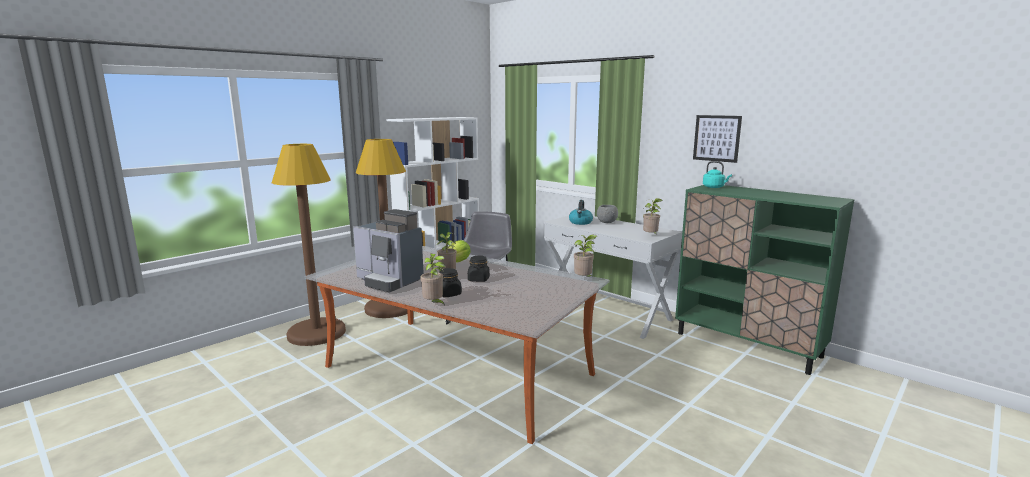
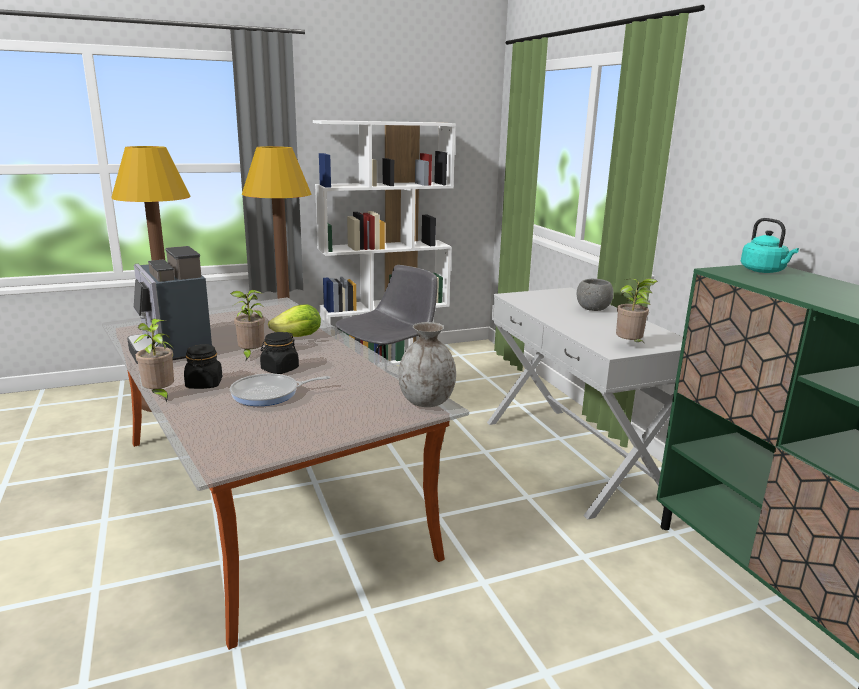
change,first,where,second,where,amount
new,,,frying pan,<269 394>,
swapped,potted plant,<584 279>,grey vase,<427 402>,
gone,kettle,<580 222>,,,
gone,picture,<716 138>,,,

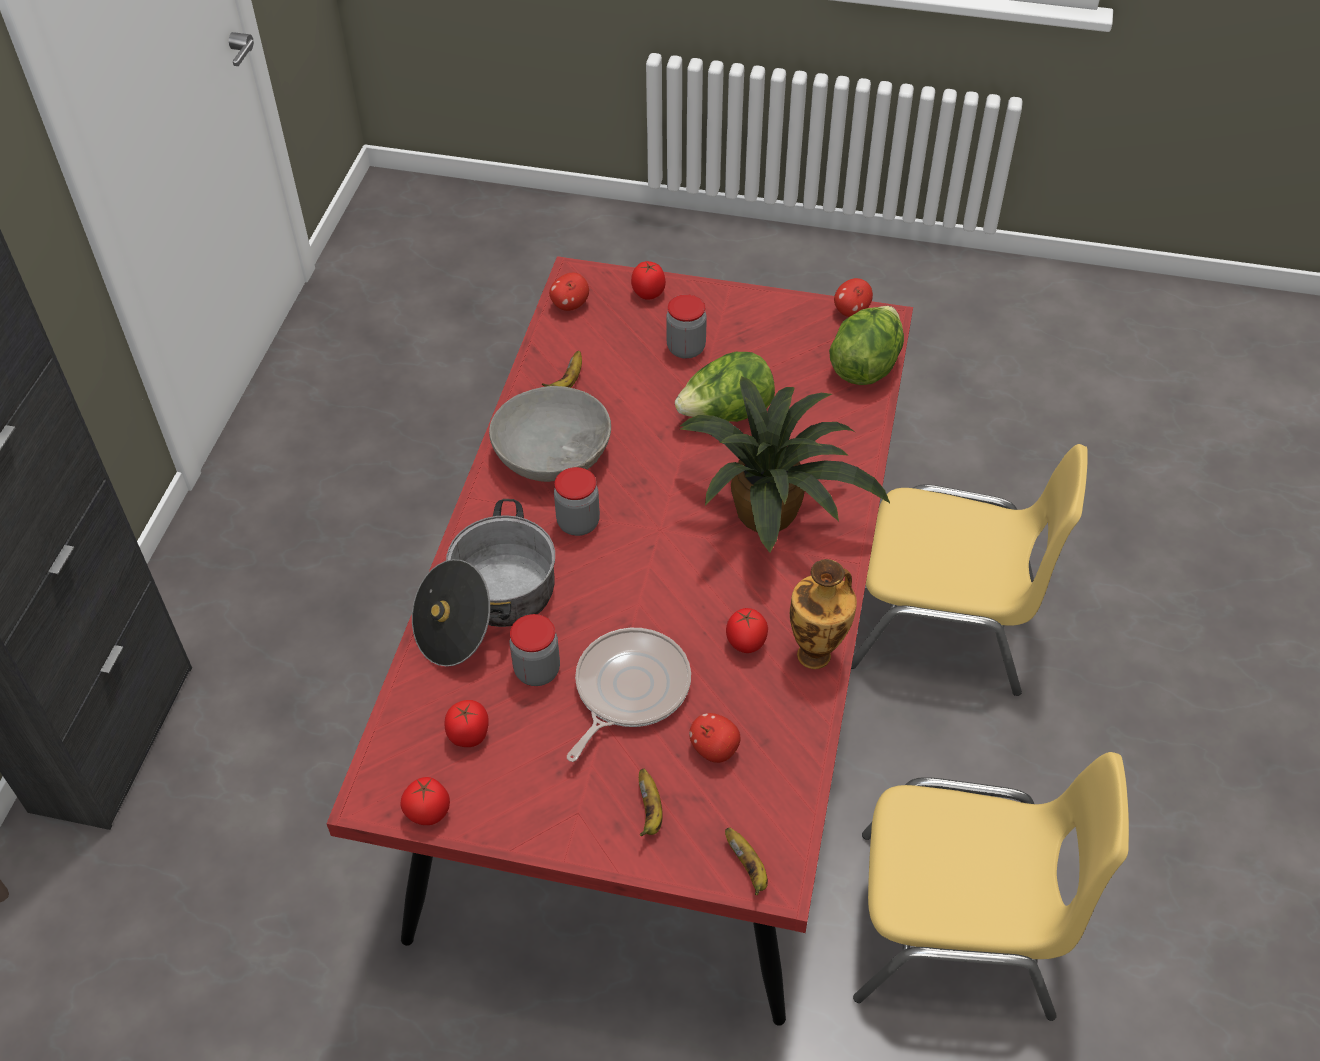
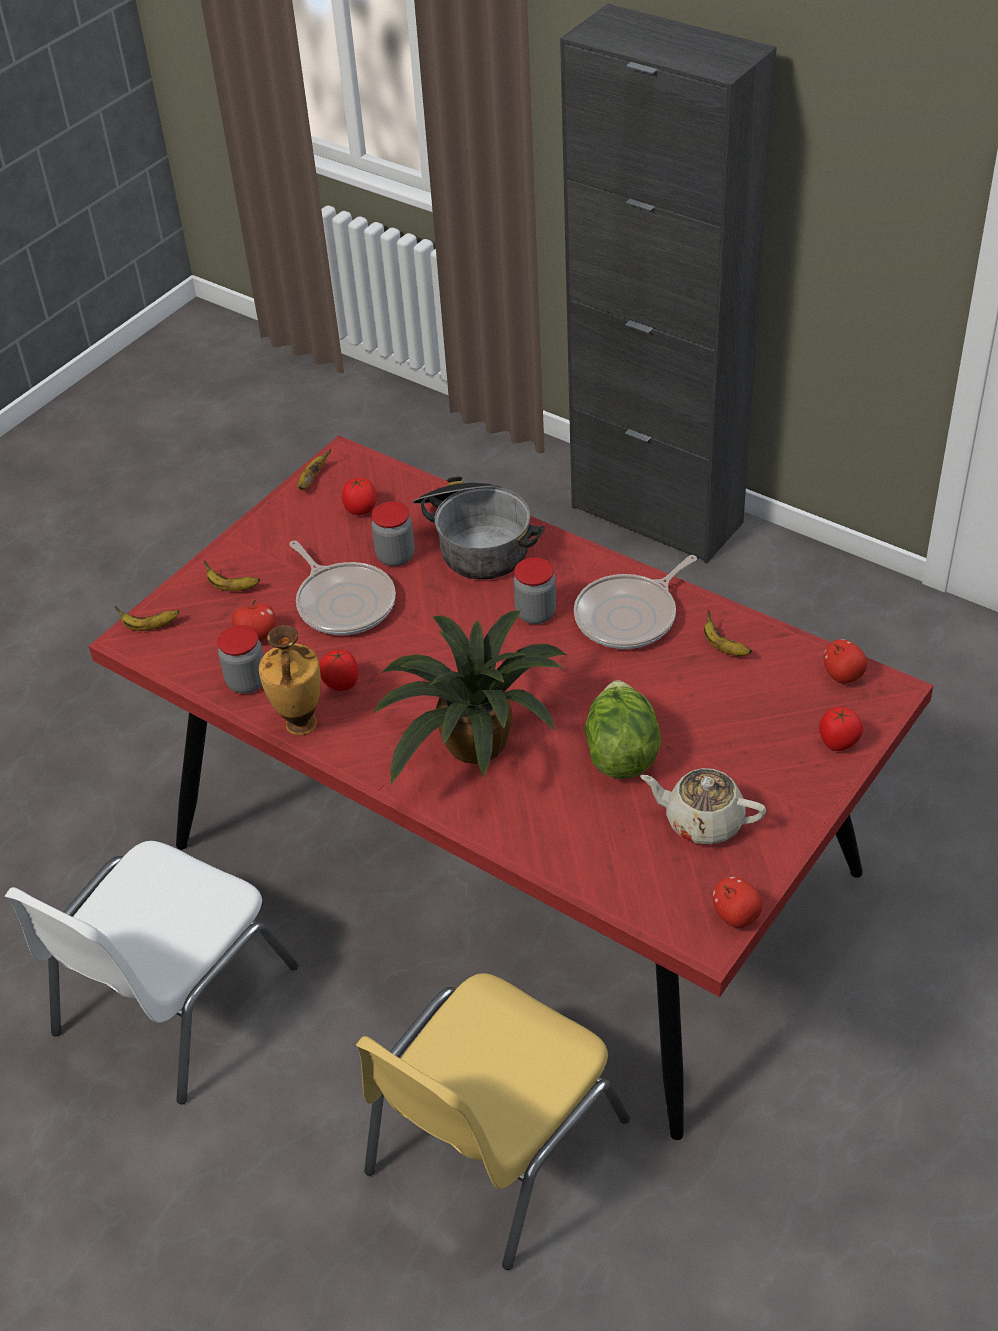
change,first,where,second,where,amount
repainted,yellow chair,<959 927>,white chair,<170 1001>,
shifted,jar,<686 348>,,<247 682>,
swapped,tomato,<428 813>,banana,<311 480>,
swapped,grey bowl,<553 453>,frying pan,<630 616>,
new,,,beige teapot,<702 821>,
gone,lettuce,<865 366>,,,

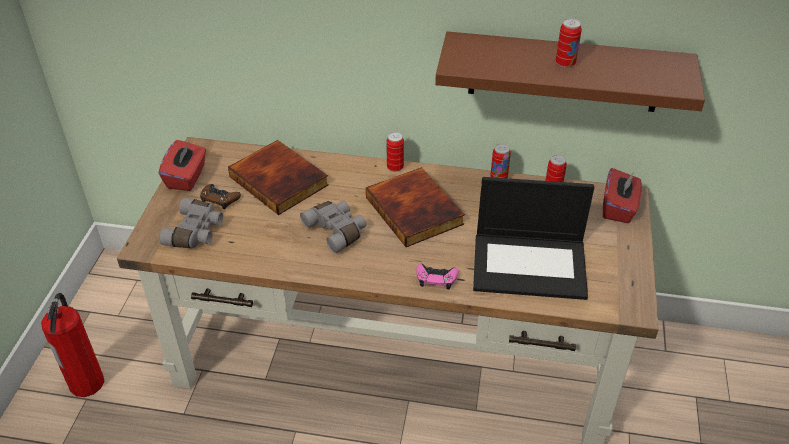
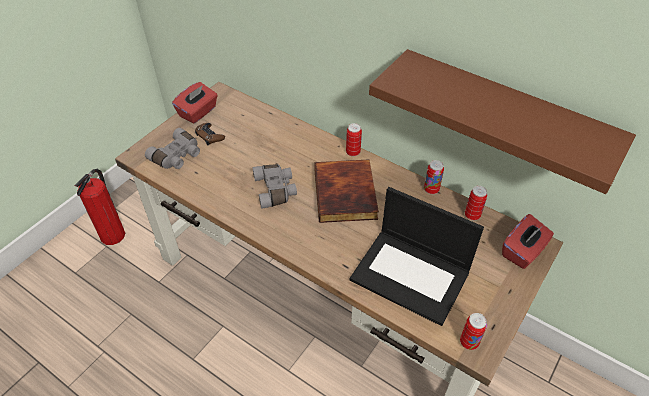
change,first,where,second,where,amount
shifted,can,<565 64>,,<469 342>,
gone,book,<280 180>,,,
gone,pink game controller,<436 278>,,,

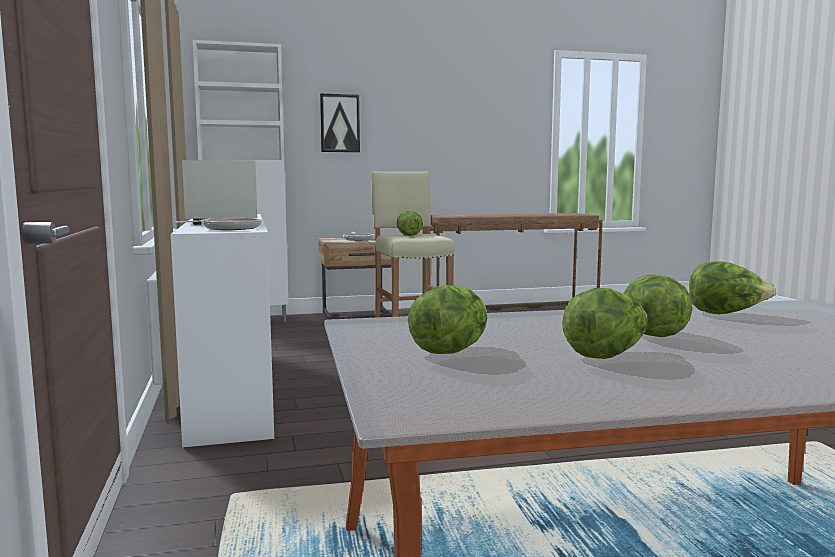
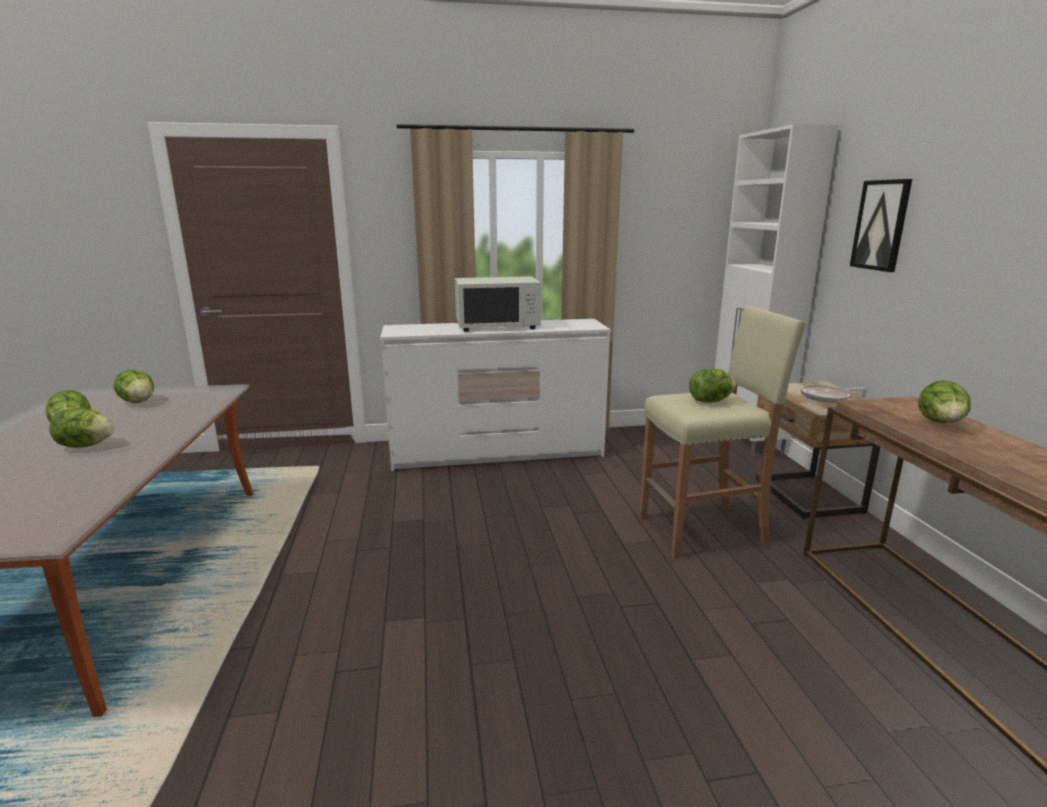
change,first,where,second,where,amount
shifted,lettuce,<726 314>,,<941 424>,
gone,frying pan,<228 229>,,,

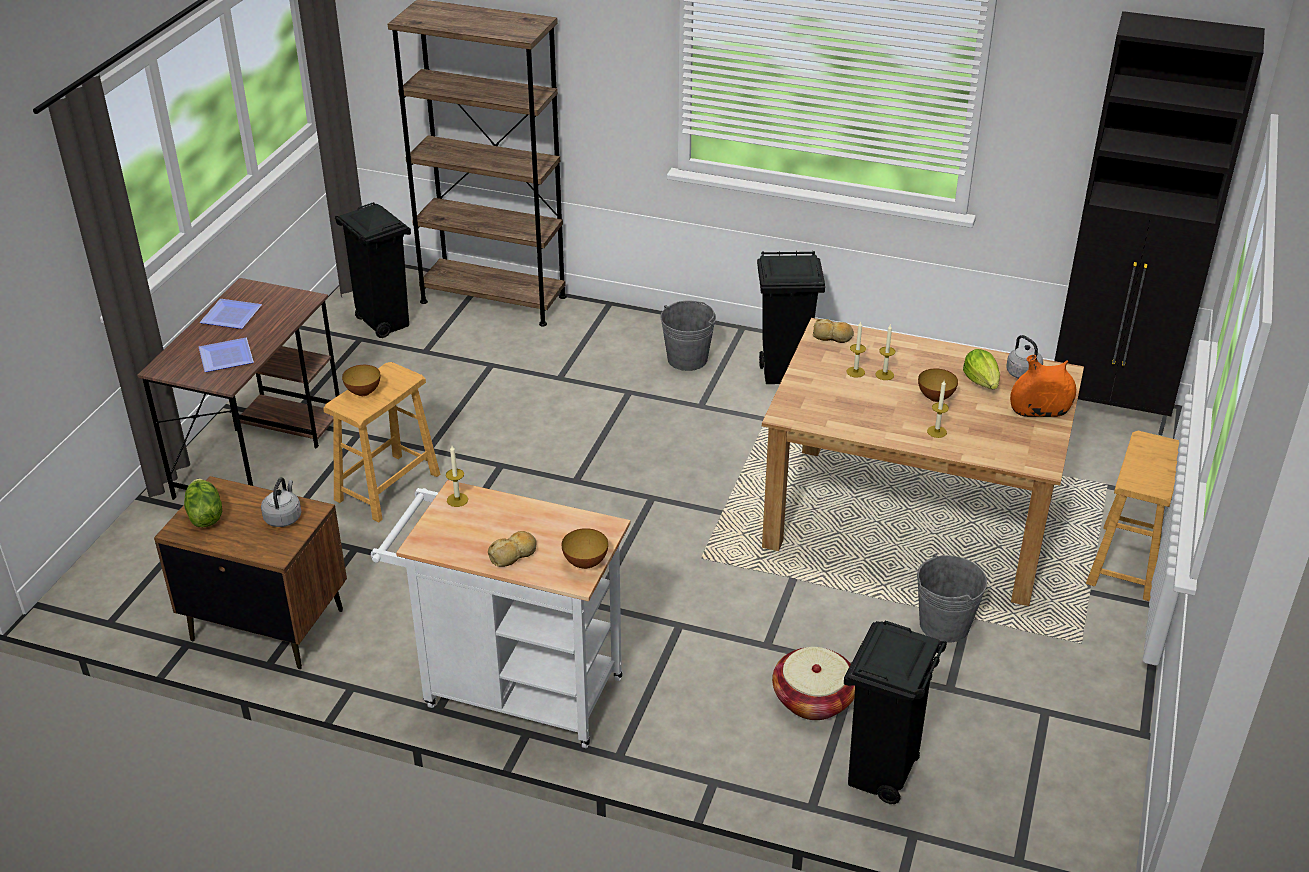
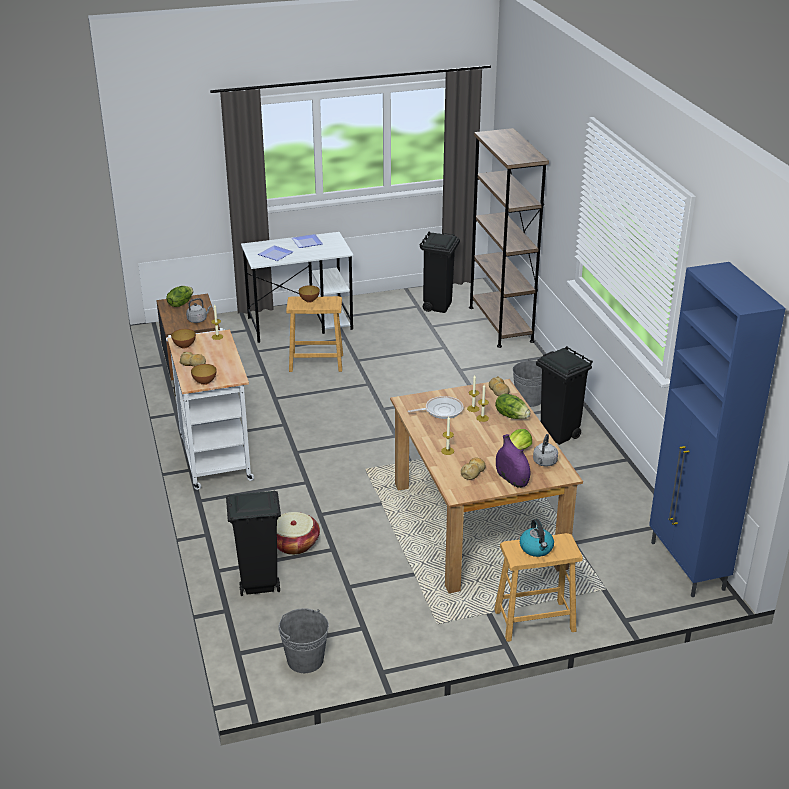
change,first,where,second,where,amount
shifted,bowl,<935 397>,,<184 346>,
repainted,brown desk,<261 455>,white desk,<301 323>,
shifted,grey bucket,<944 625>,,<305 660>,
new,,,frying pan,<441 410>,
new,,,bread,<473 472>,
new,,,lettuce,<511 416>,
repainted,orange vase,<1040 411>,purple vase,<512 479>,
new,,,kettle,<536 548>,
repainted,black cabinet,<1108 412>,blue cabinet,<687 566>,

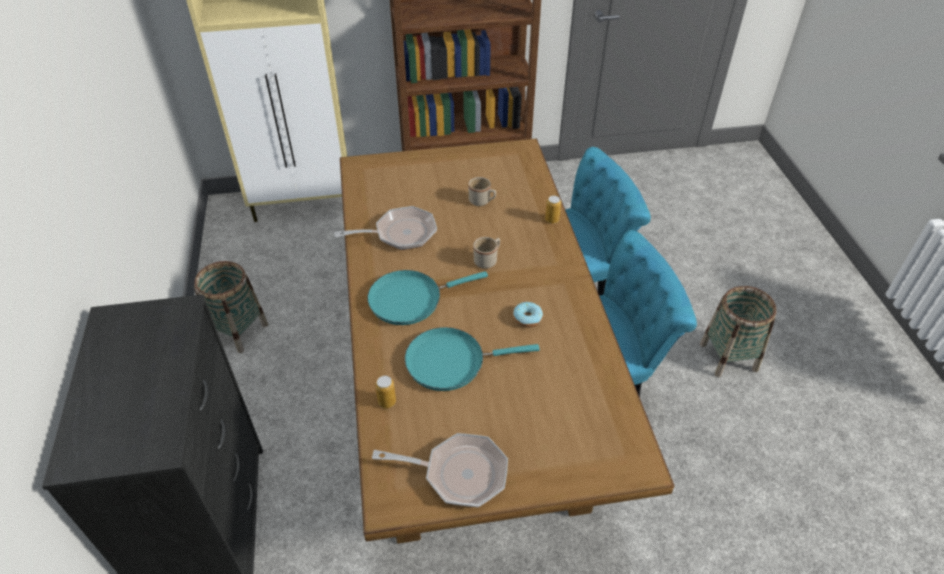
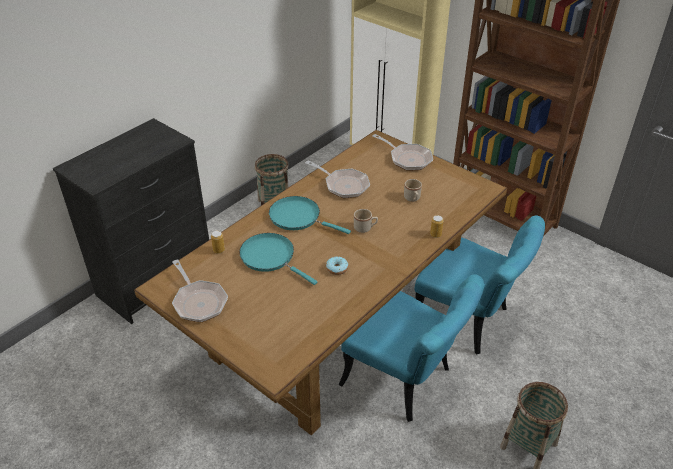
change,first,where,second,where,amount
new,,,frying pan,<407 158>,

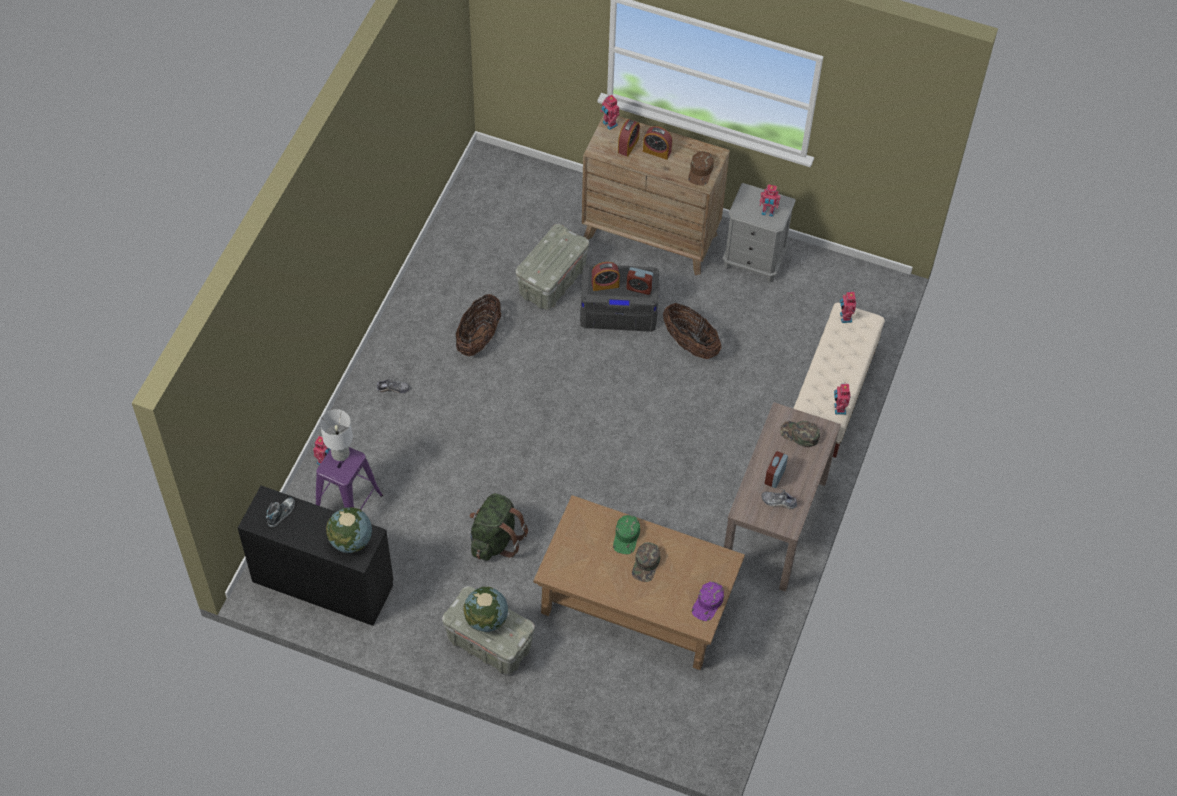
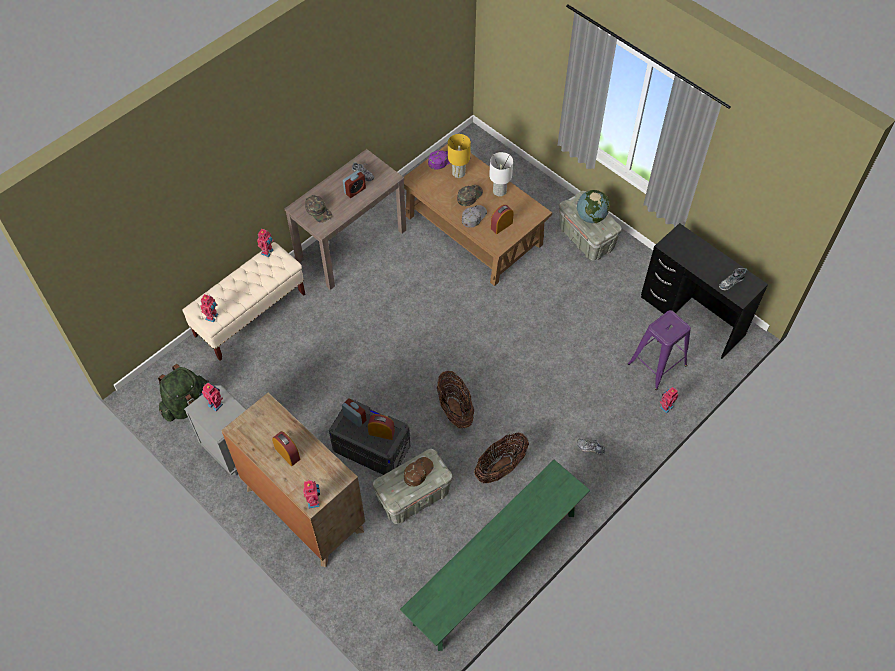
change,first,where,second,where,amount
shifted,green backpack,<495 539>,,<187 404>,
new,,,green bench,<495 568>,
shifted,brown cap,<701 171>,,<418 472>,
shifted,basket,<690 343>,,<455 409>,
new,,,yellow table lamp,<458 172>,
repainted,green cap,<626 537>,grey cap,<473 216>,
shifted,white table lamp,<340 453>,,<499 191>,
shifted,alarm clock,<628 145>,,<501 225>,
gone,globe,<351 541>,,,

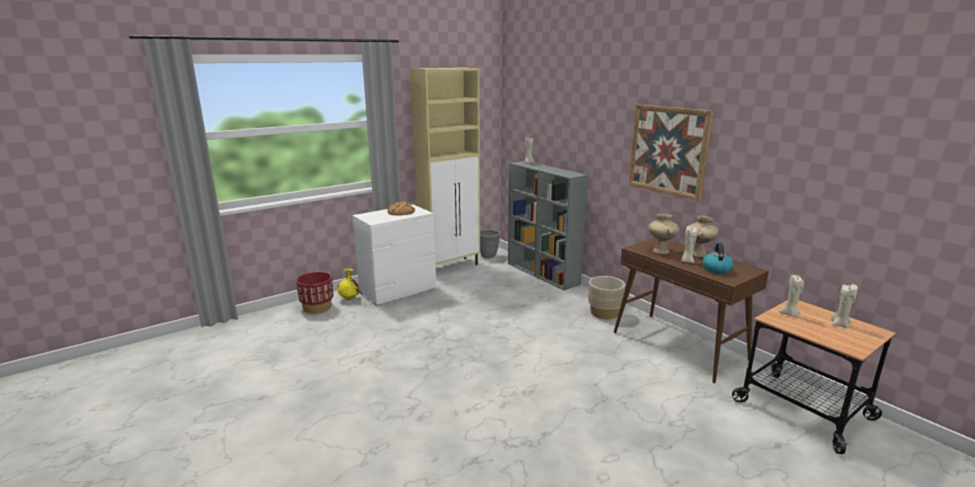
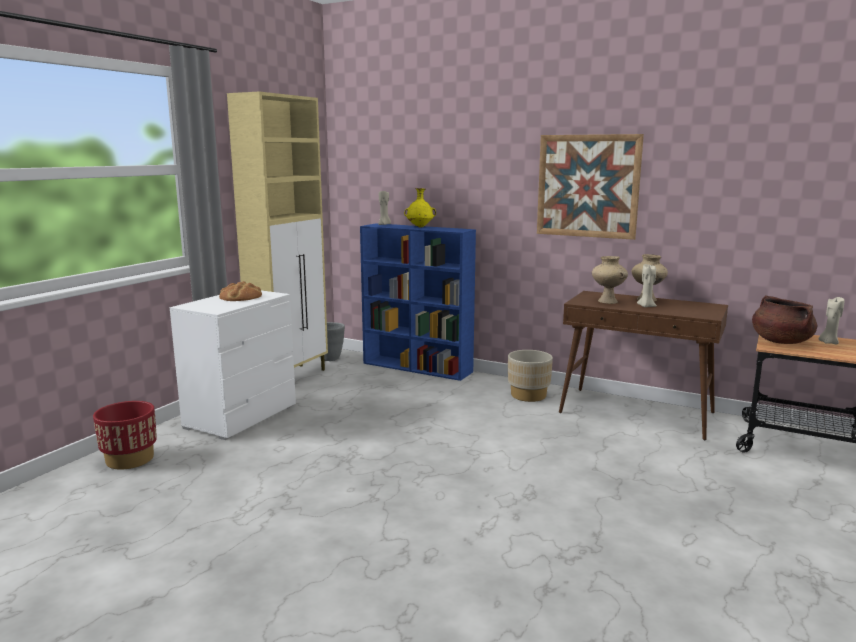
change,first,where,second,where,amount
repainted,grey bookcase,<543 274>,blue bookcase,<418 367>,
shifted,yellow vase,<349 299>,,<420 227>,
swapped,beige candle,<790 314>,brown cooking pot,<780 341>,
gone,kettle,<716 269>,,,

